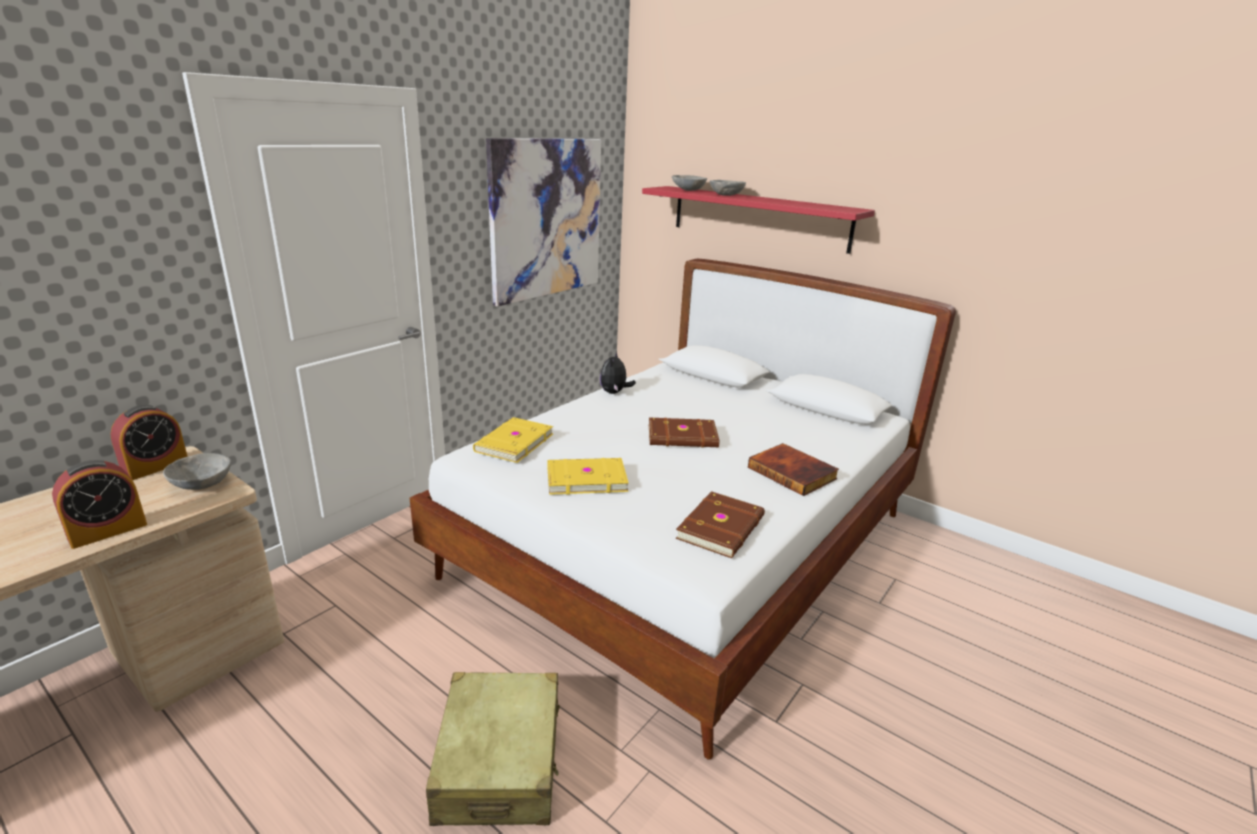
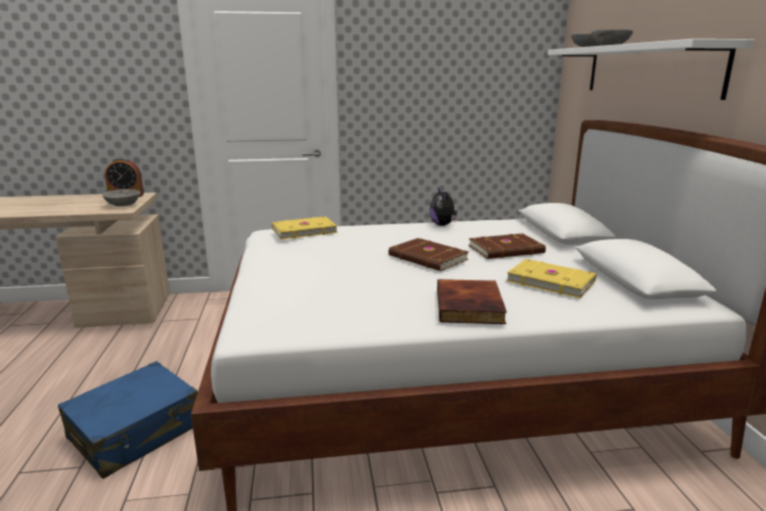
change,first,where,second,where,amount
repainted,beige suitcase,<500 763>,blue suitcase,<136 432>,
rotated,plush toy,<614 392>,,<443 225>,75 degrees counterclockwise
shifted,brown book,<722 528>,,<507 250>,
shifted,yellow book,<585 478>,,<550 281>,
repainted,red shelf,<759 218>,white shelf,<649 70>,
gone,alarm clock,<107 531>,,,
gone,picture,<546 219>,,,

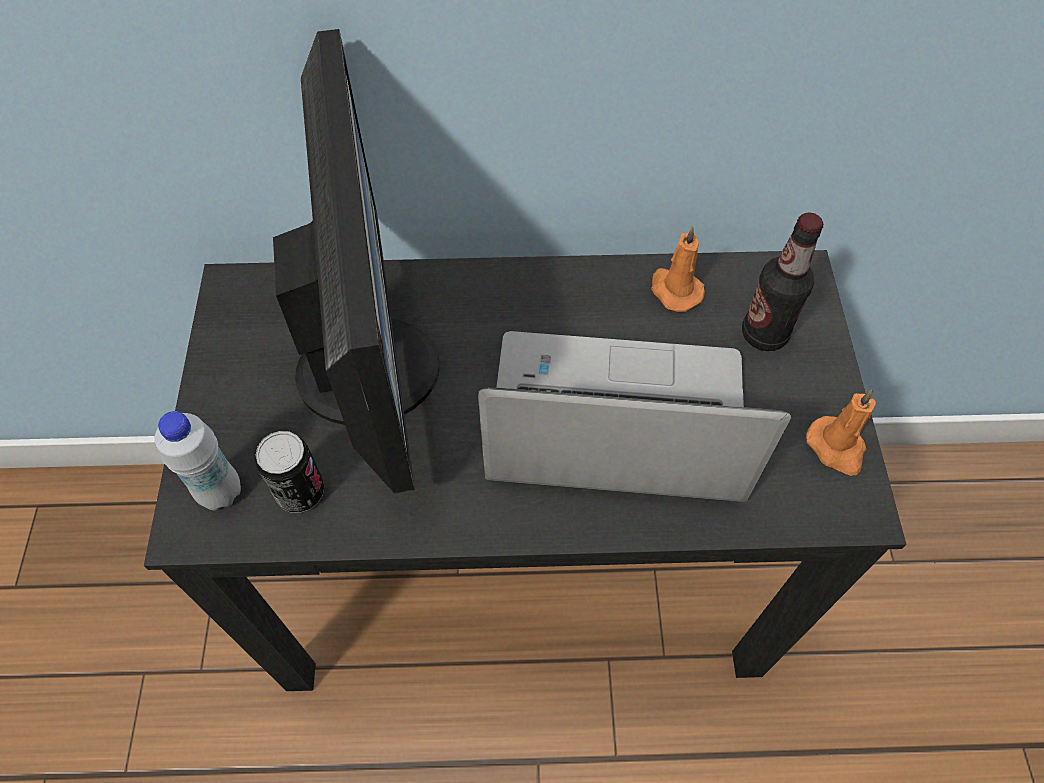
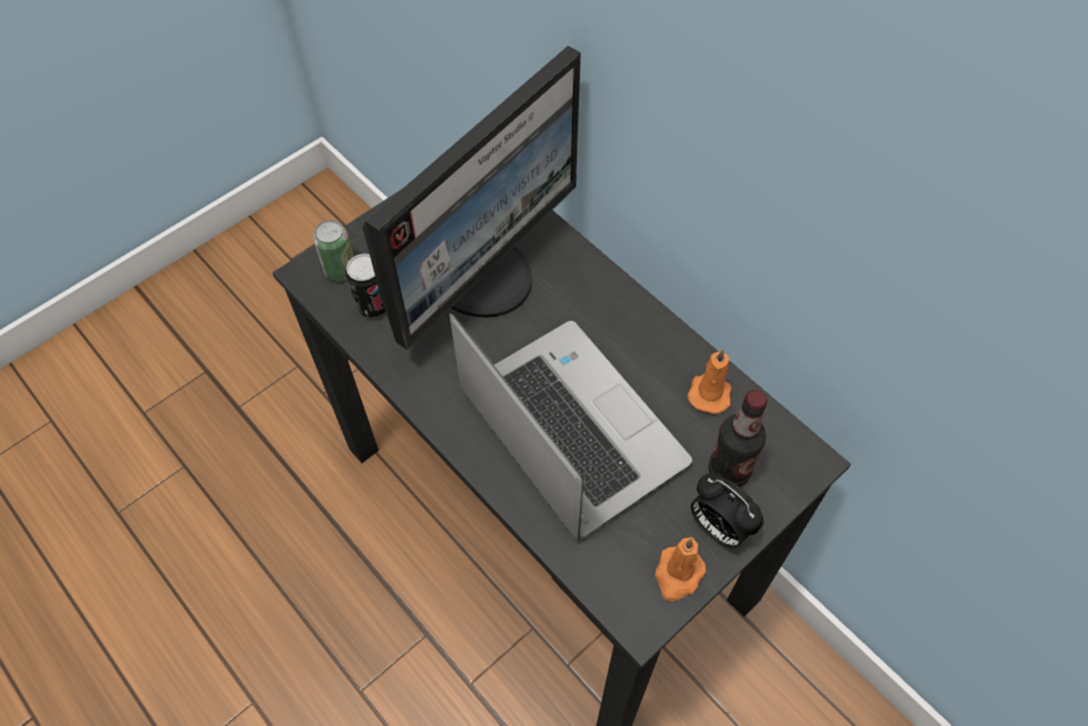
change,first,where,second,where,amount
swapped,white bottle,<220 492>,can,<340 270>,
new,,,alarm clock,<718 527>,

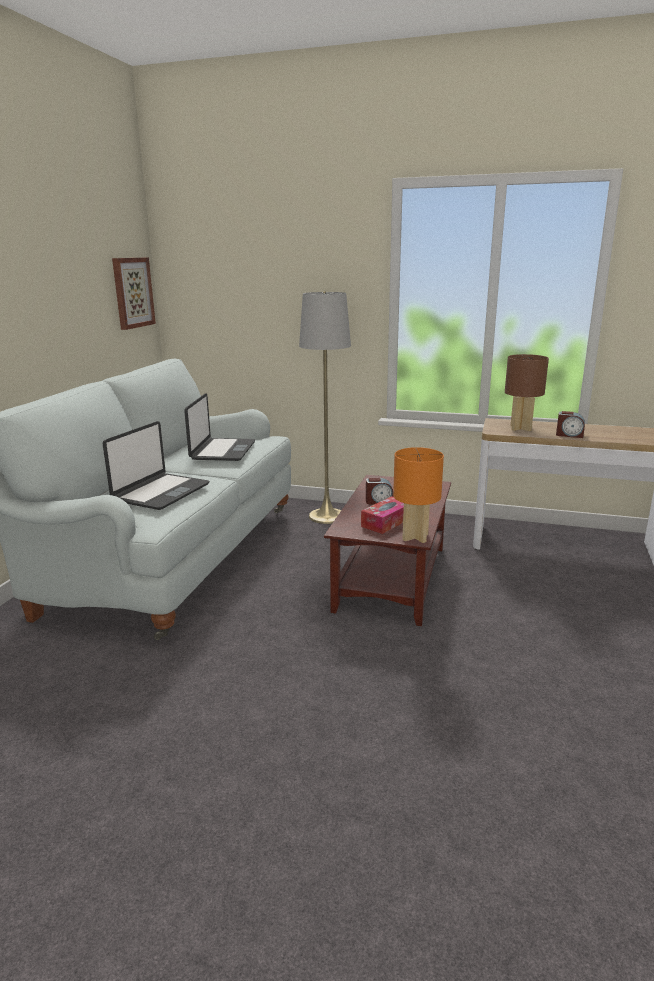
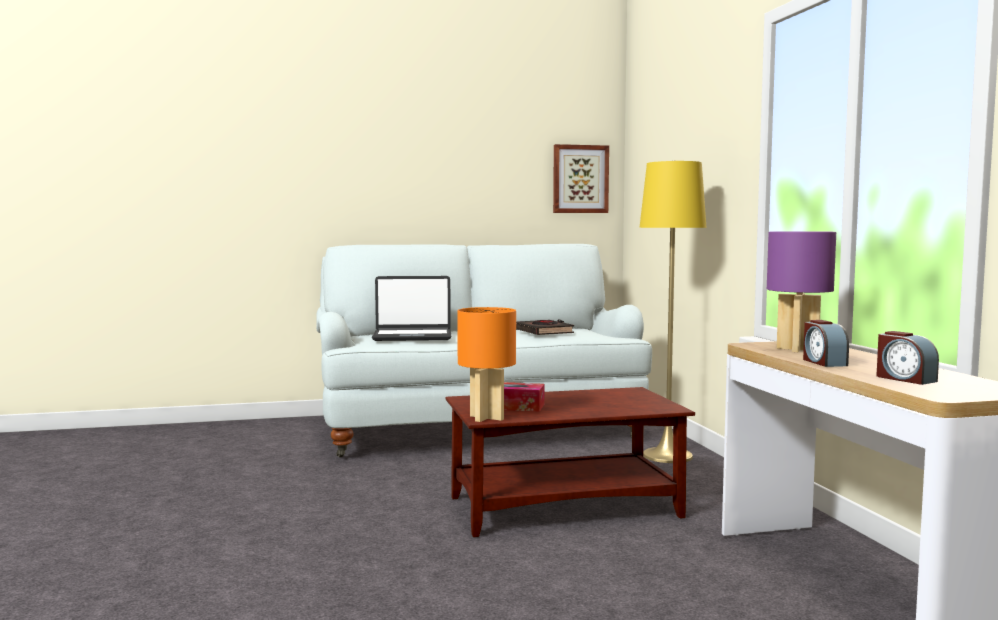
change,first,where,second,where,amount
swapped,laptop,<222 451>,black book,<543 332>,
repainted,grey floor lamp,<326 516>,yellow floor lamp,<667 456>,
repainted,brown table lamp,<520 428>,purple table lamp,<798 349>,
shifted,alarm clock,<379 501>,,<904 379>,

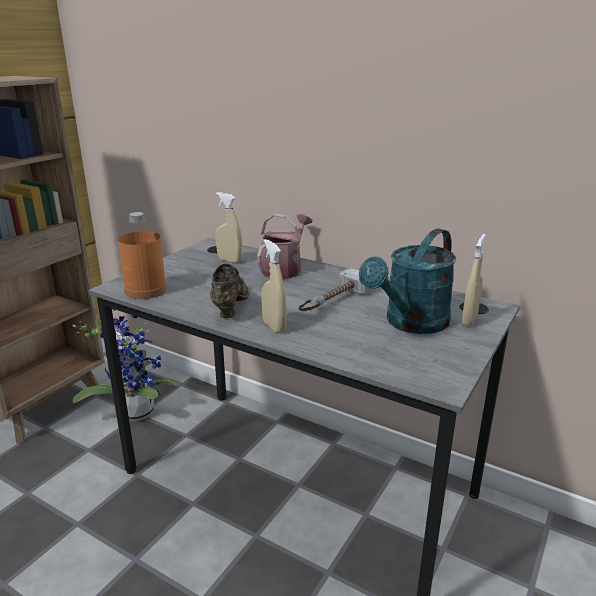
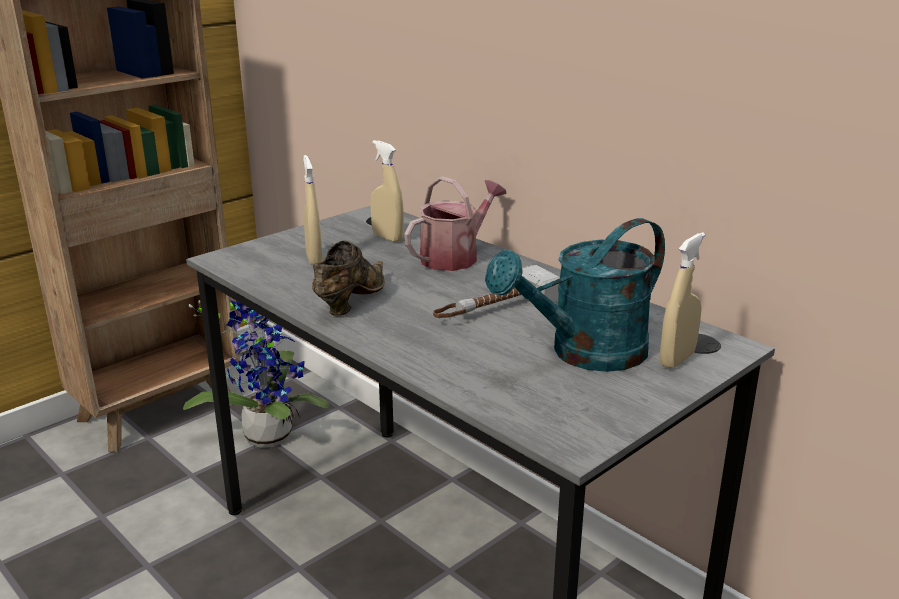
change,first,where,second,where,amount
shifted,beige spray bottle,<274 326>,,<314 259>,
gone,orange bottle,<145 290>,,,

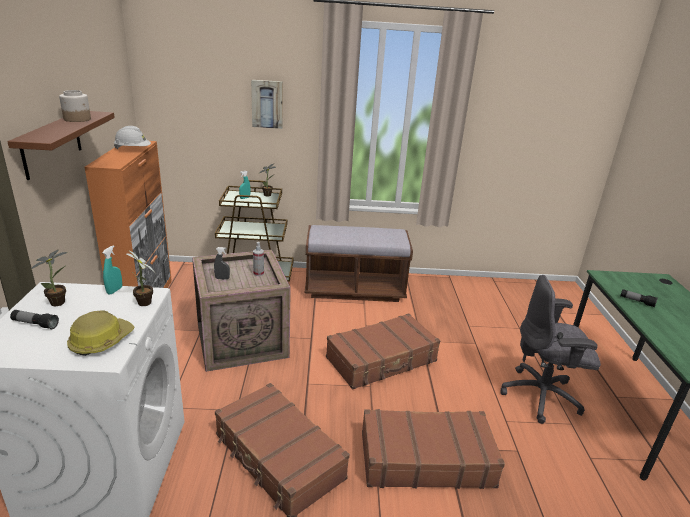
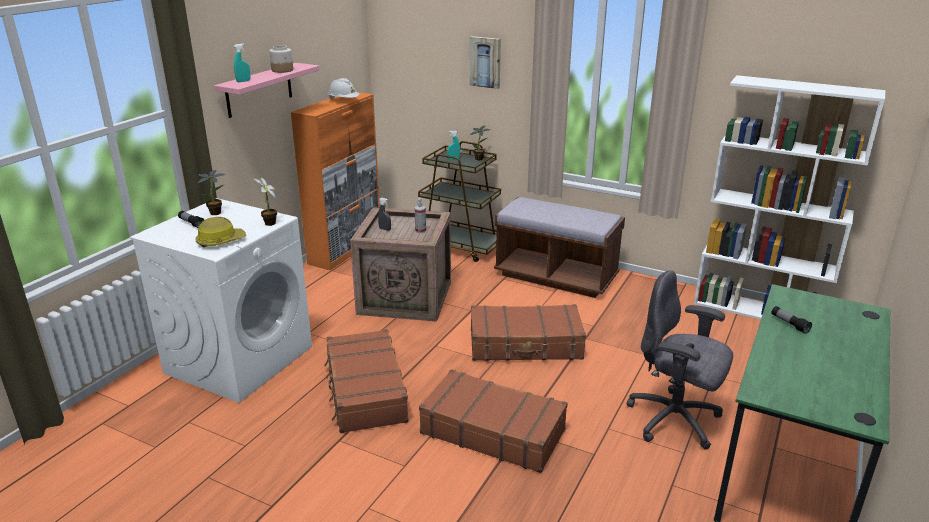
change,first,where,second,where,amount
repainted,brown shelf,<52 144>,pink shelf,<259 90>,
shifted,turquoise spray bottle,<114 290>,,<243 81>,
new,,,white bookcase,<759 310>,

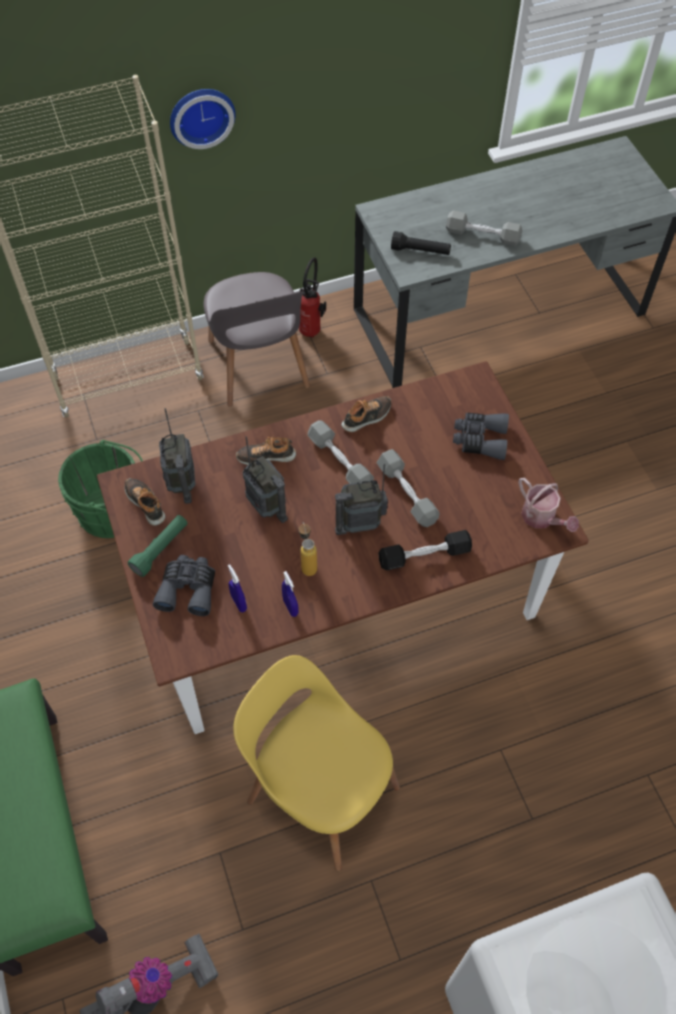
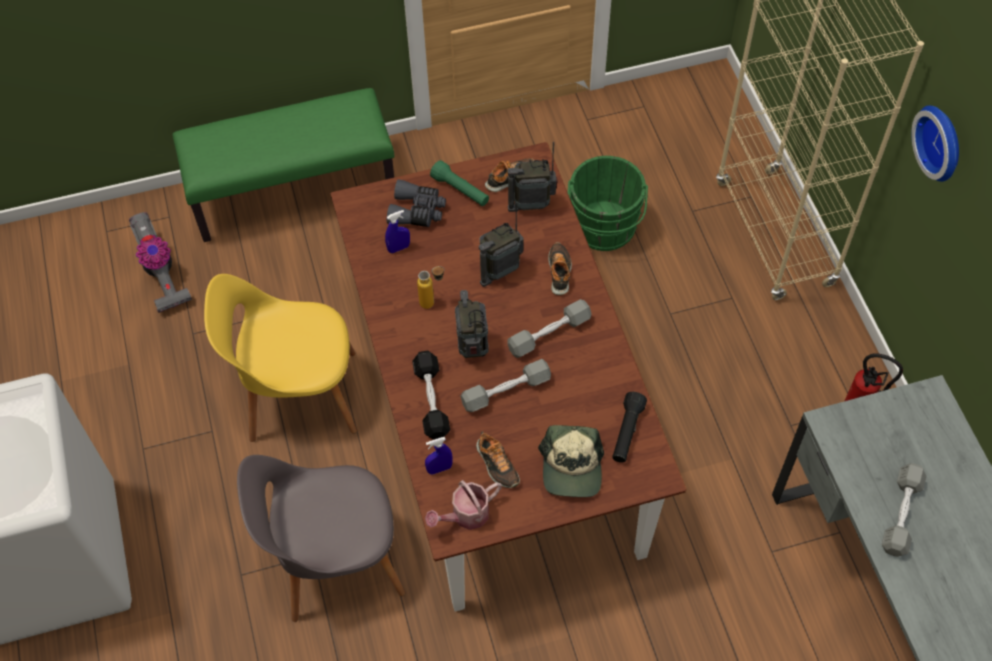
change,first,where,second,where,amount
rotated,yellow chair,<320 790>,,<298 395>,135 degrees counterclockwise
shifted,grey chair,<258 366>,,<335 561>,
shifted,blue spray bottle,<290 607>,,<439 469>,
shifted,shoe,<367 417>,,<496 465>,
swapped,grey binoculars,<480 439>,cap,<572 468>,
shifted,black flashlight,<420 251>,,<627 433>,

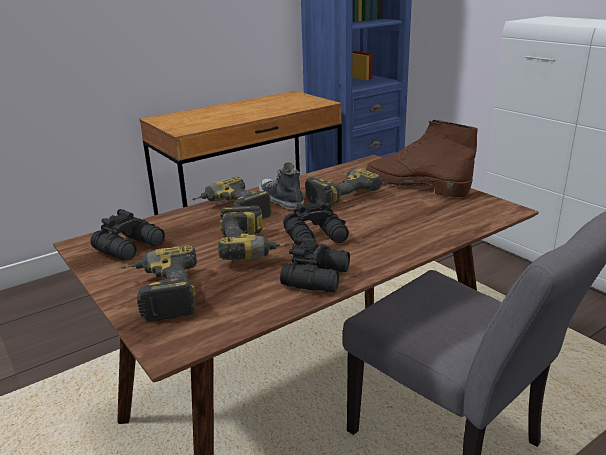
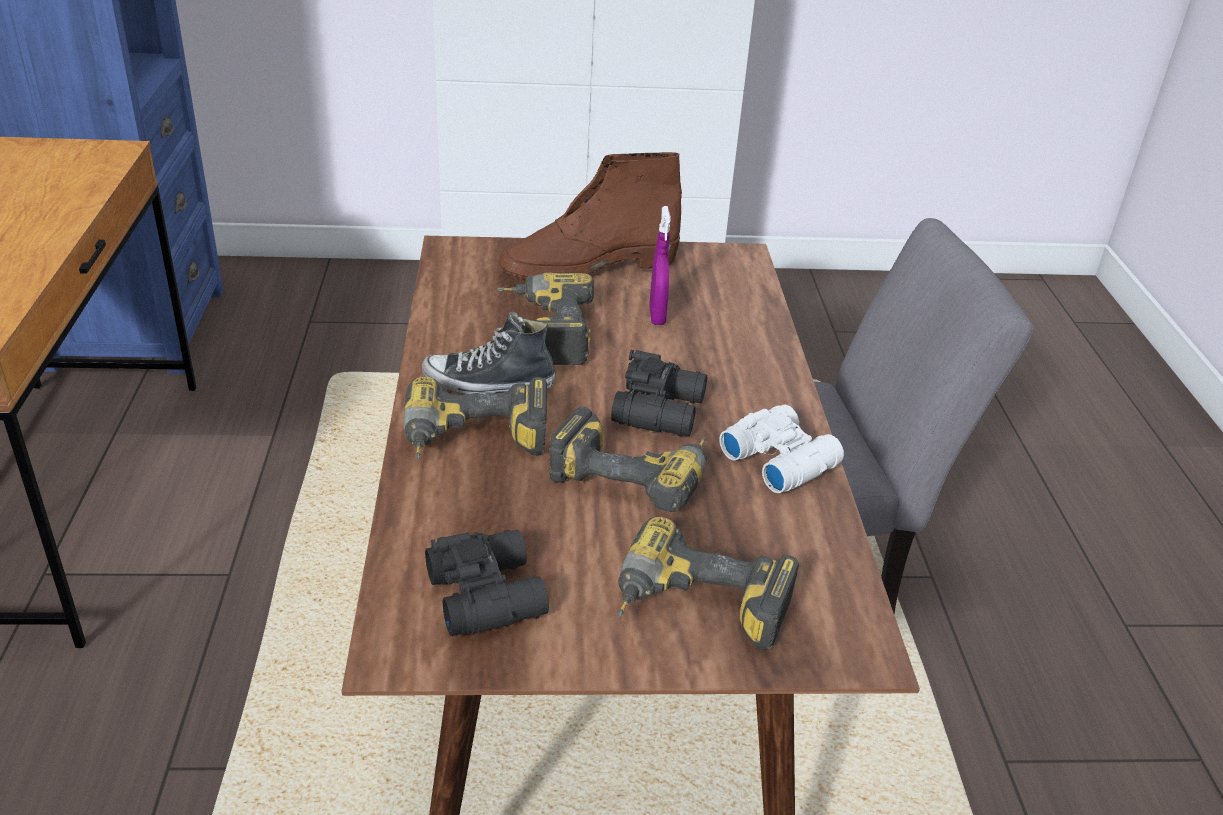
change,first,where,second,where,amount
new,,,purple spray bottle,<657 316>,
repainted,black binoculars,<318 277>,white binoculars,<779 459>,

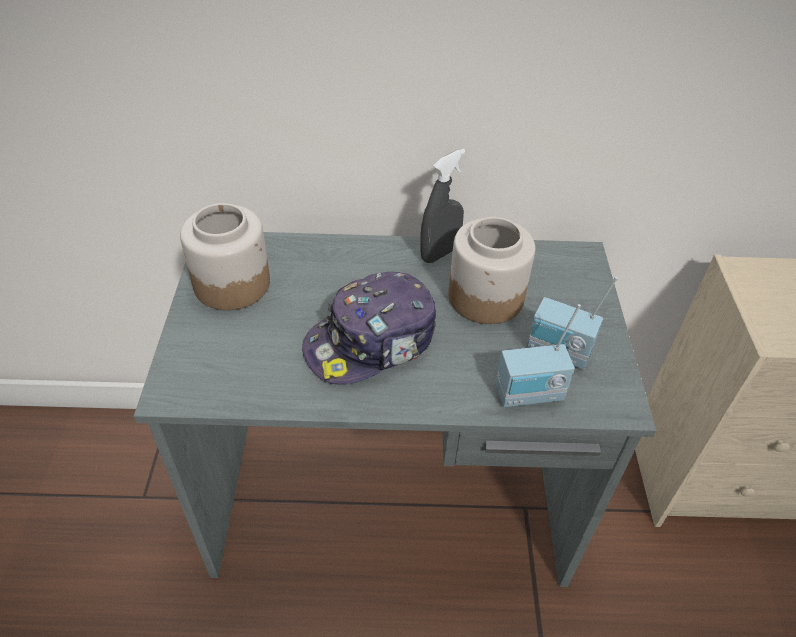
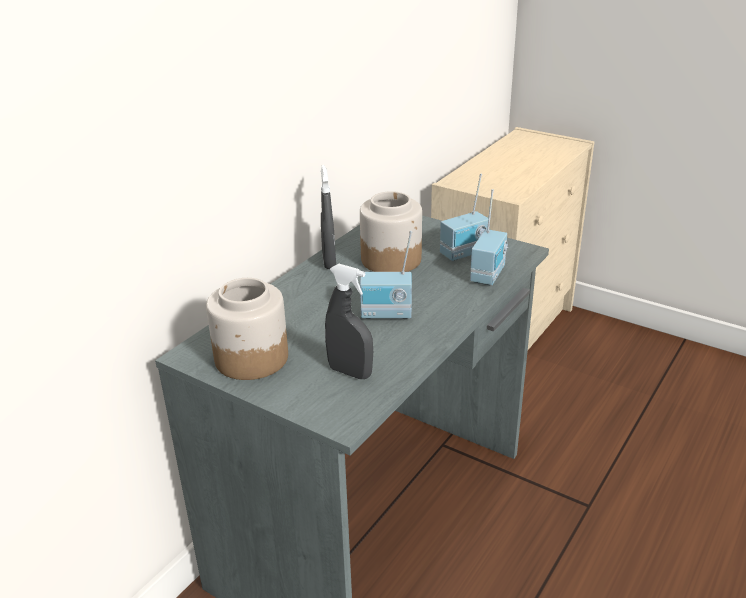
change,first,where,second,where,amount
new,,,grey spray bottle,<350 372>,
swapped,cap,<372 342>,radio,<386 315>,

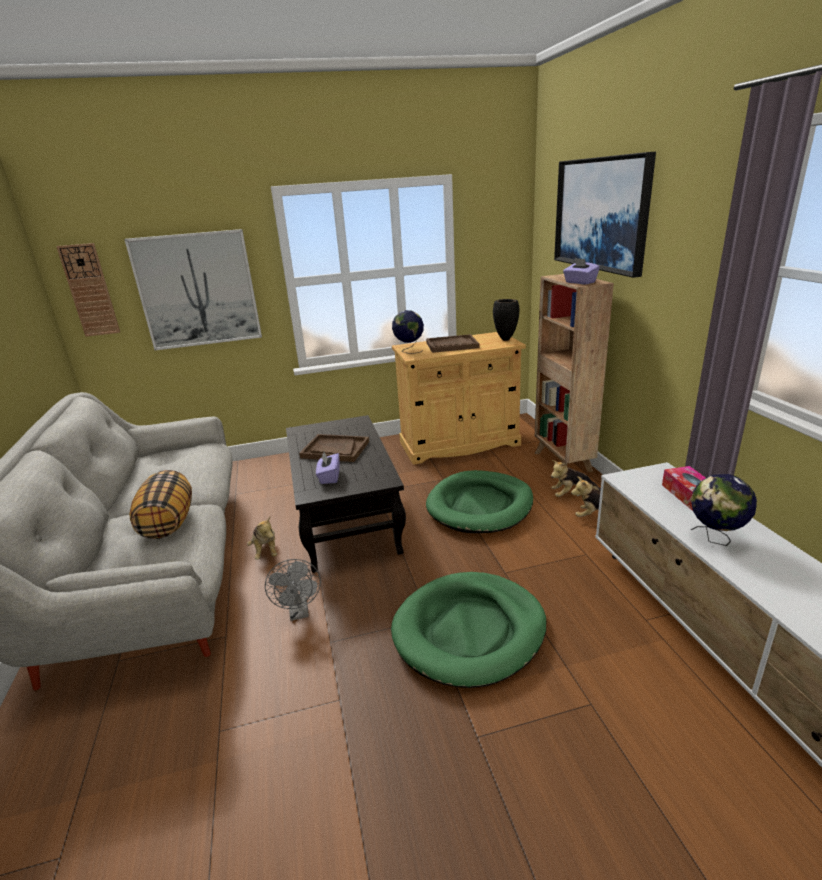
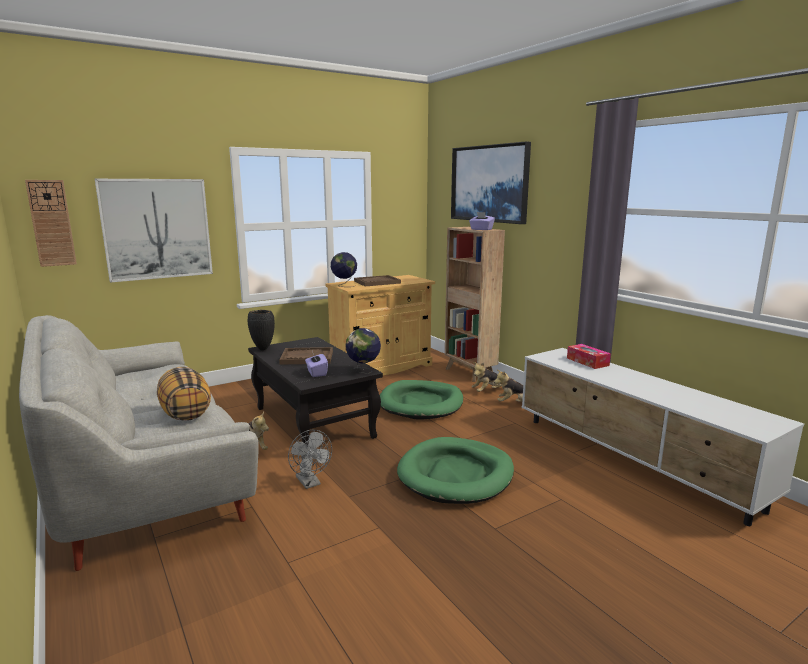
change,first,where,second,where,amount
shifted,black vase,<505 339>,,<263 349>,
shifted,globe,<715 538>,,<363 371>,

